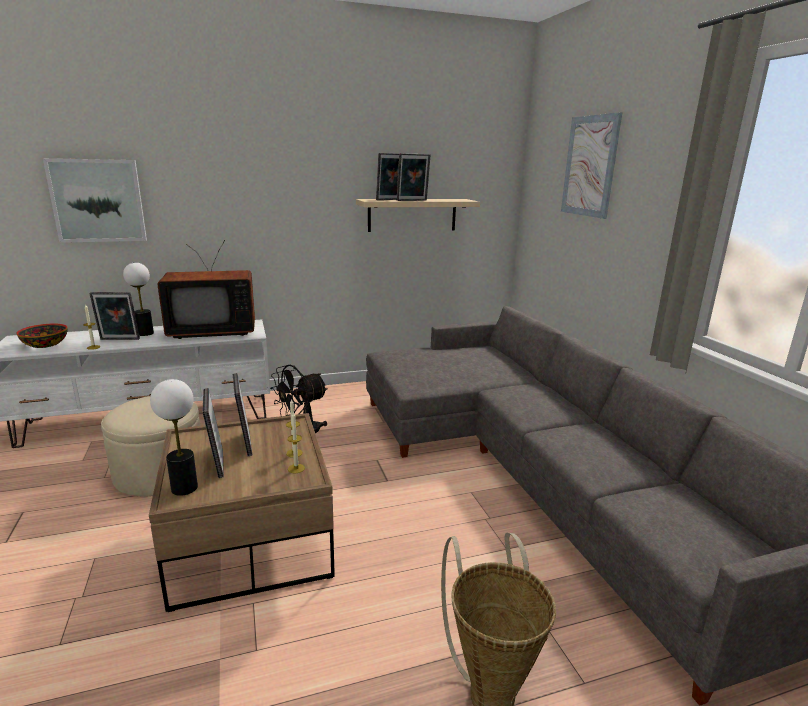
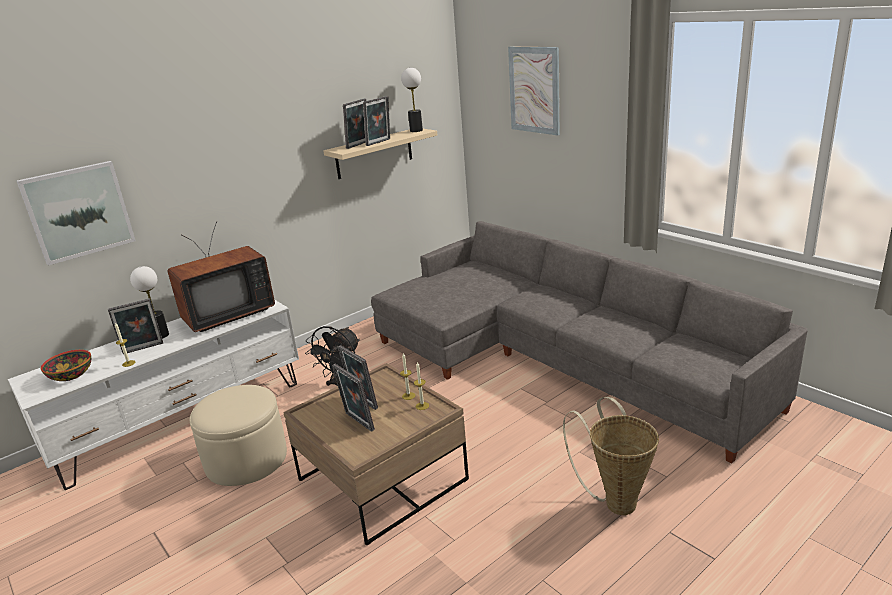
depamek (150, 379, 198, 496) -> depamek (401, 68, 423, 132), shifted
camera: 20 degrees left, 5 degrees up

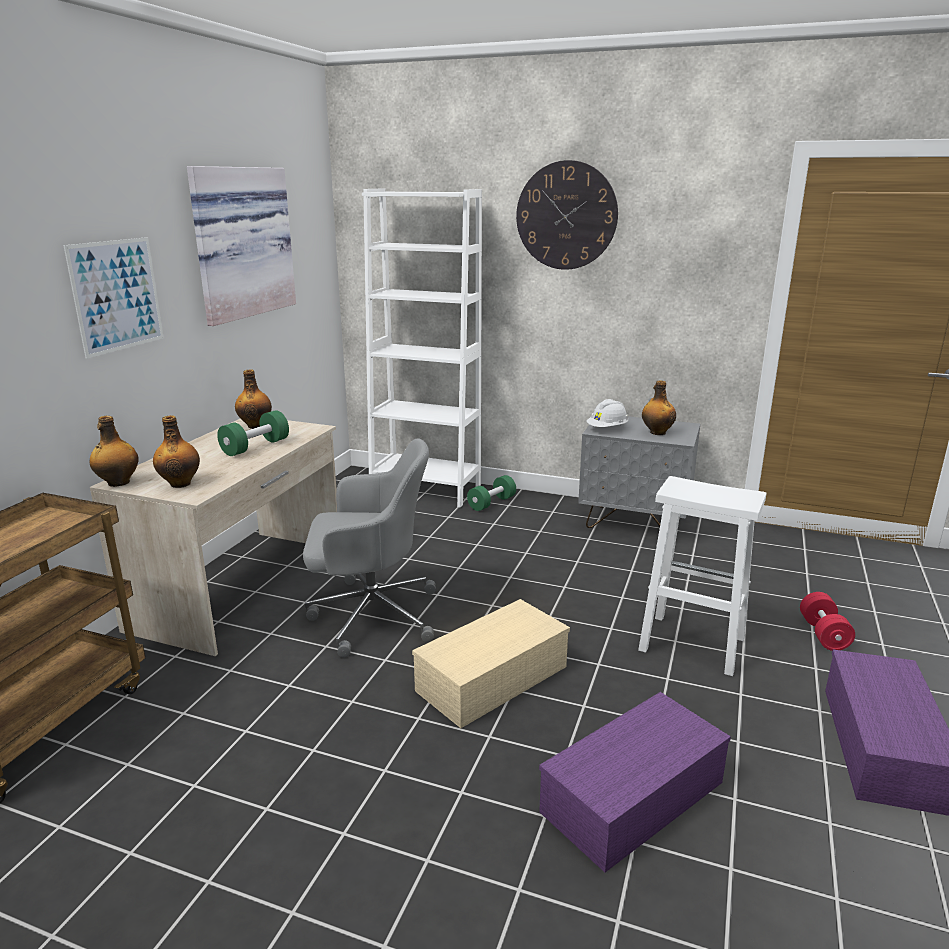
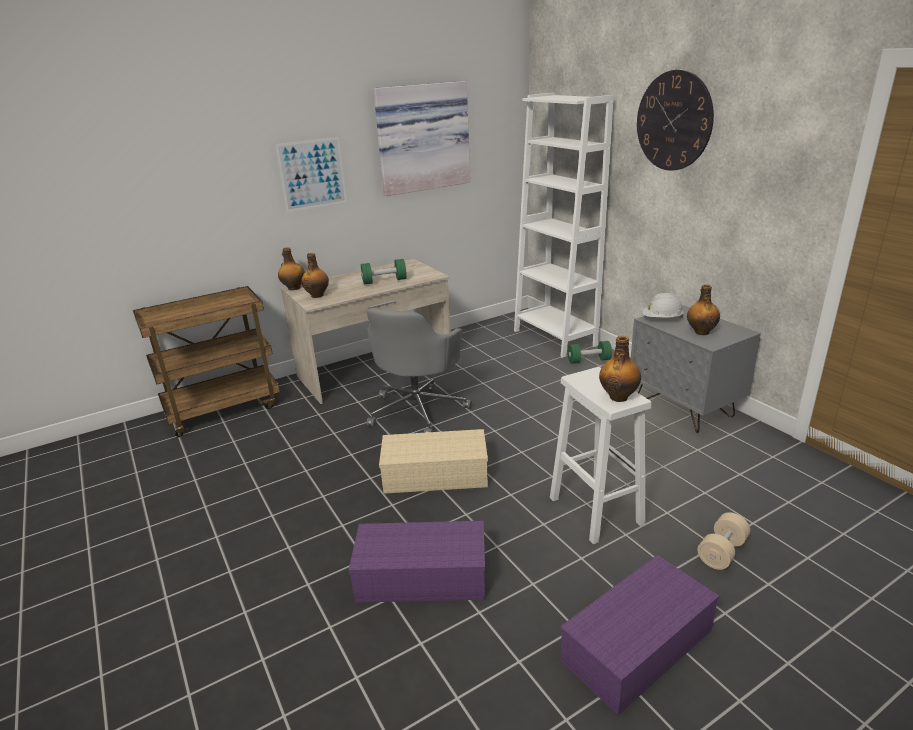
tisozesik (235, 369, 272, 429) -> tisozesik (599, 336, 641, 402), shifted
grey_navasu (303, 438, 436, 658) -> grey_navasu (366, 308, 472, 433), 75 degrees clockwise
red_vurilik (800, 592, 855, 651) -> beige_vurilik (698, 512, 750, 570)
camera: 40 degrees right, 5 degrees up

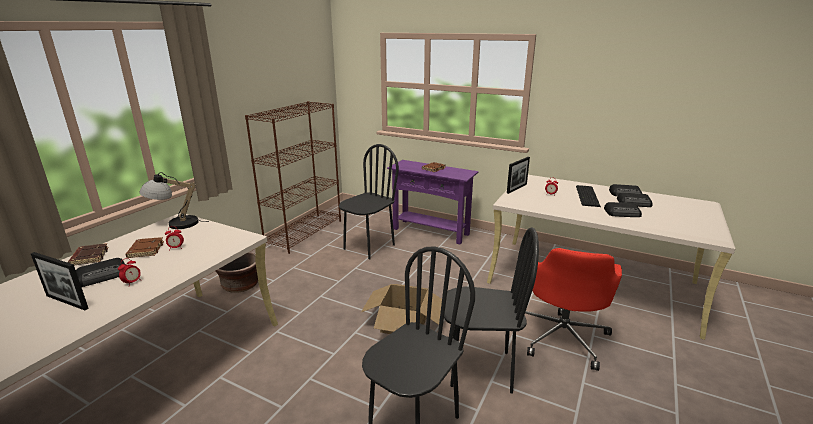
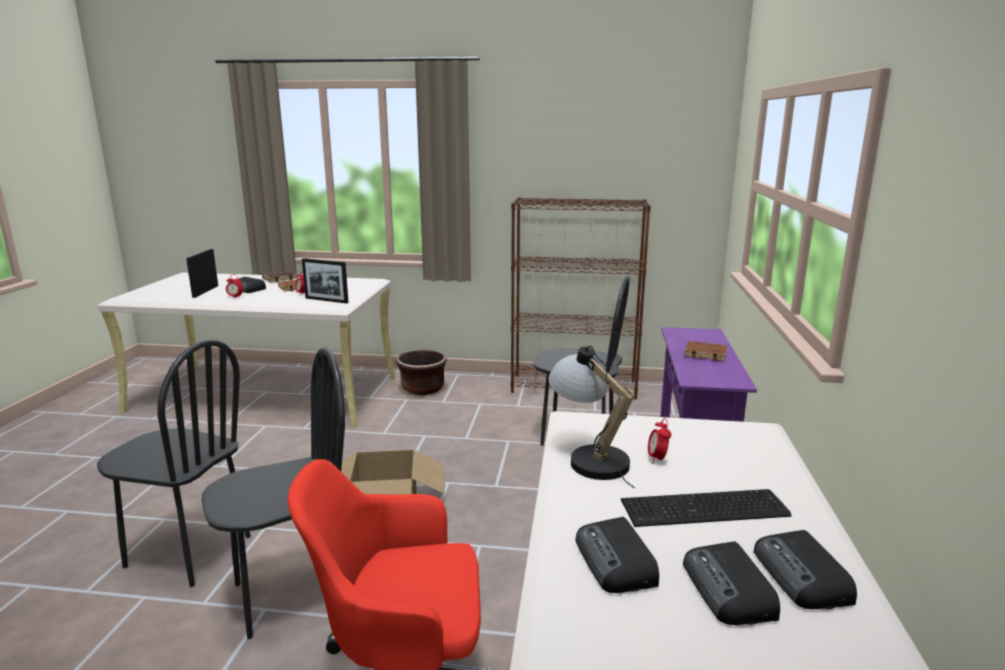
depamek (139, 172, 209, 229) -> depamek (548, 345, 635, 488), shifted
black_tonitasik (444, 227, 539, 394) -> black_tonitasik (202, 348, 345, 639), 105 degrees counterclockwise
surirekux (507, 157, 530, 194) -> surirekux (302, 258, 349, 303), shifted
camera: 70 degrees right, 5 degrees down

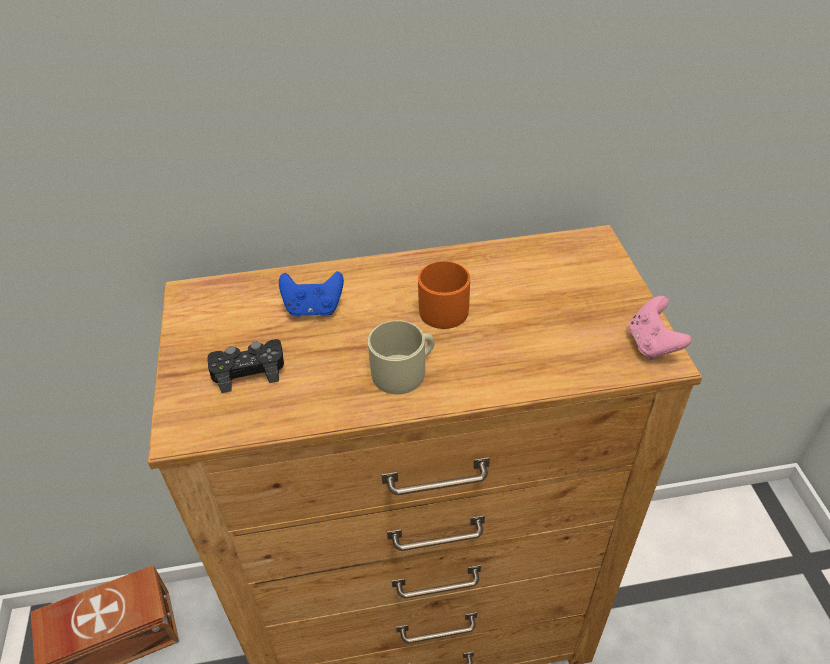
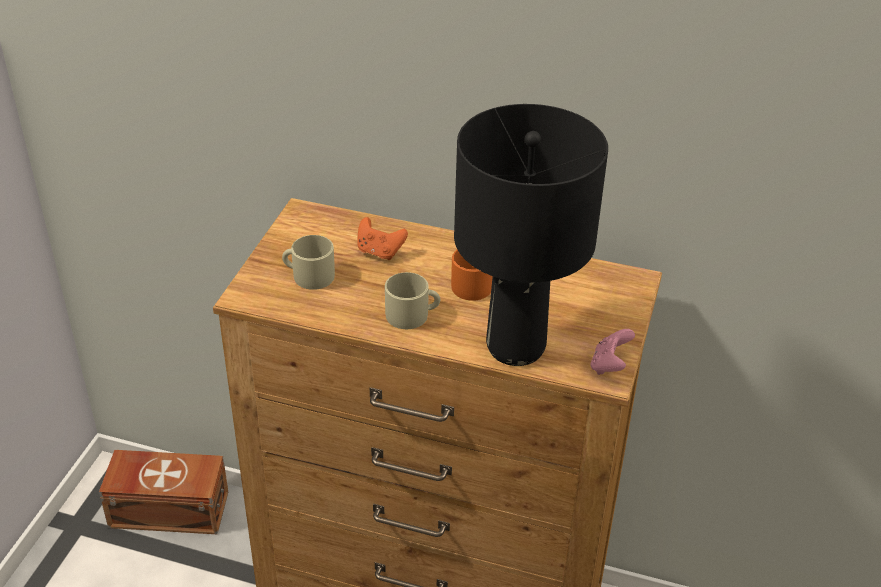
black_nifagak (207, 339, 284, 393) -> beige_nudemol (282, 235, 335, 290)
blue_nifagak (279, 271, 344, 317) -> orange_nifagak (357, 217, 408, 260)
none -> black_depamek (454, 104, 608, 366)
camera: 25 degrees right, 5 degrees down

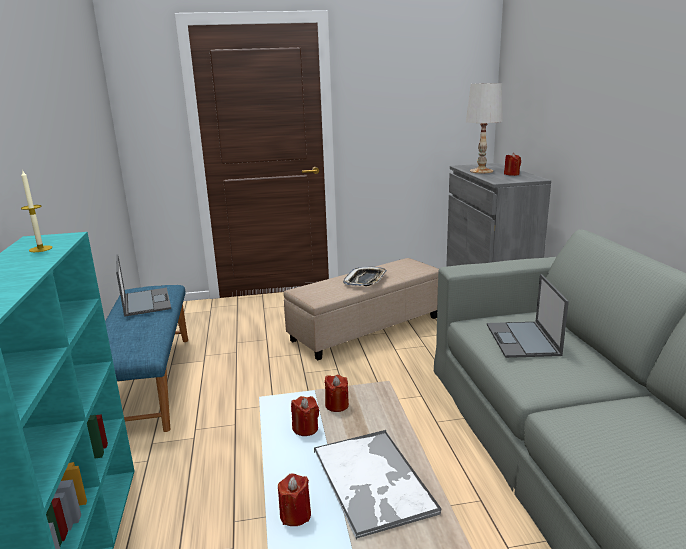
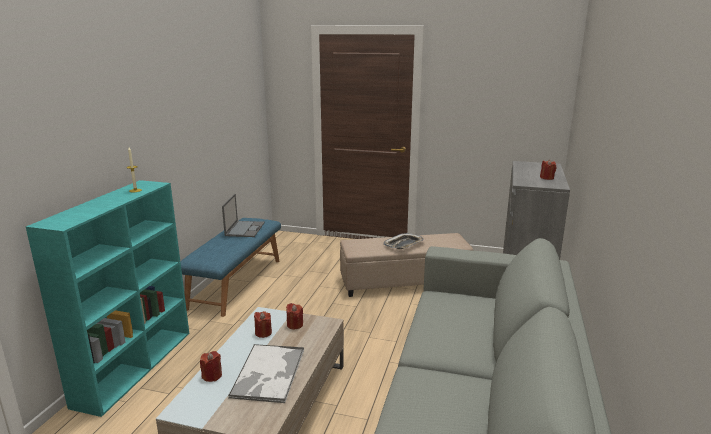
white_depamek (466, 83, 503, 173) -> none
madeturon (487, 274, 569, 358) -> none
camera: 25 degrees right, 0 degrees up

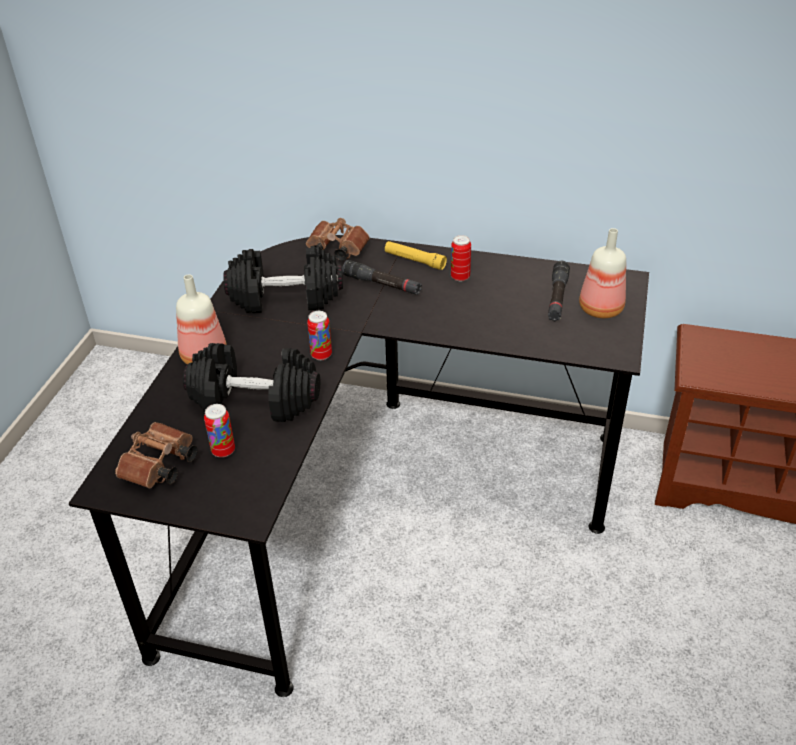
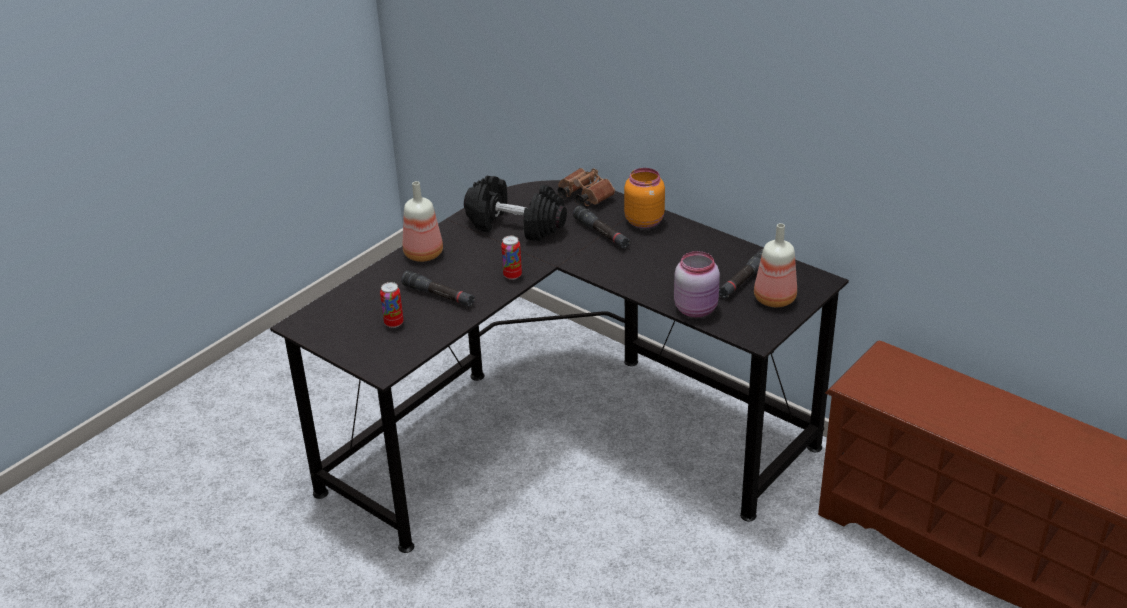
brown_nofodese (115, 422, 198, 488) -> none
black_vurilik (183, 343, 320, 422) -> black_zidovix (401, 271, 475, 307)
yellow_zidovix (385, 241, 447, 270) -> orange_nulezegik (624, 168, 665, 228)
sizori (451, 235, 471, 282) -> none
none -> pink_nulezegik (674, 251, 720, 317)
camera: 25 degrees right, 5 degrees down

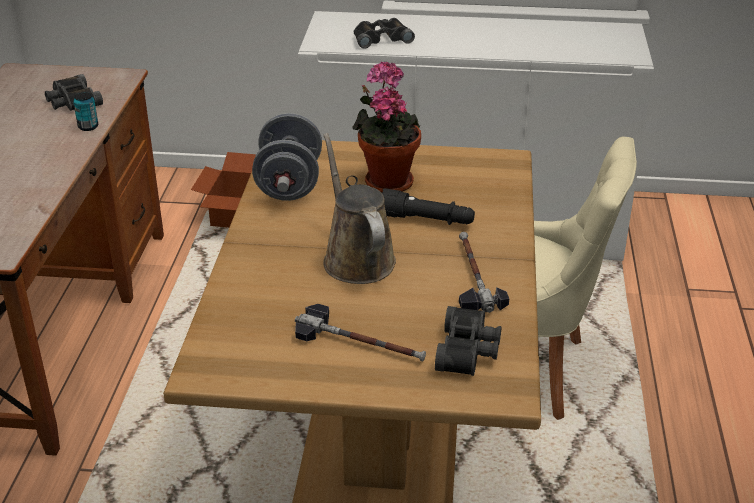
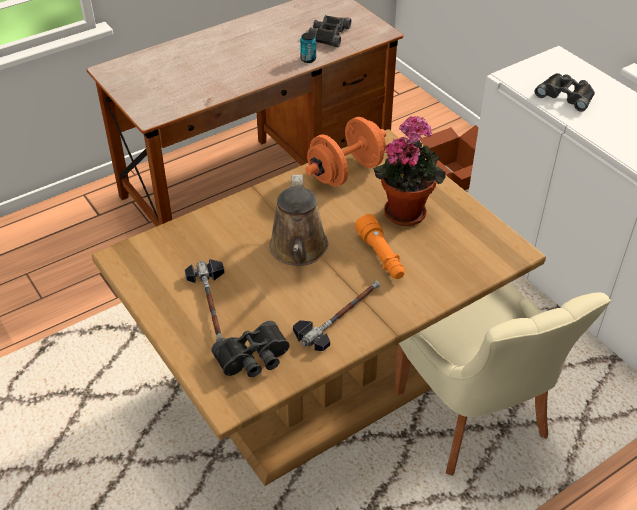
grey_vurilik (252, 113, 322, 201) -> orange_vurilik (305, 117, 386, 187)
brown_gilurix (323, 133, 396, 284) -> brown_gilurix (269, 174, 328, 266), 150 degrees clockwise
black_zidovix (382, 188, 475, 225) -> orange_zidovix (355, 214, 405, 279)
camera: 50 degrees right, 10 degrees up

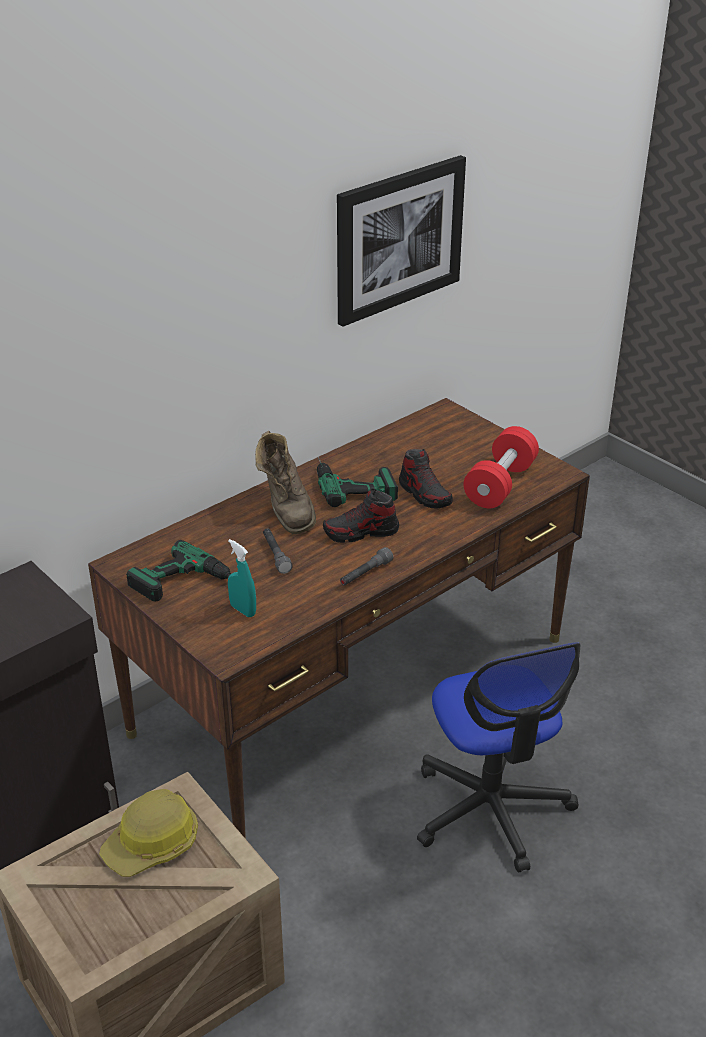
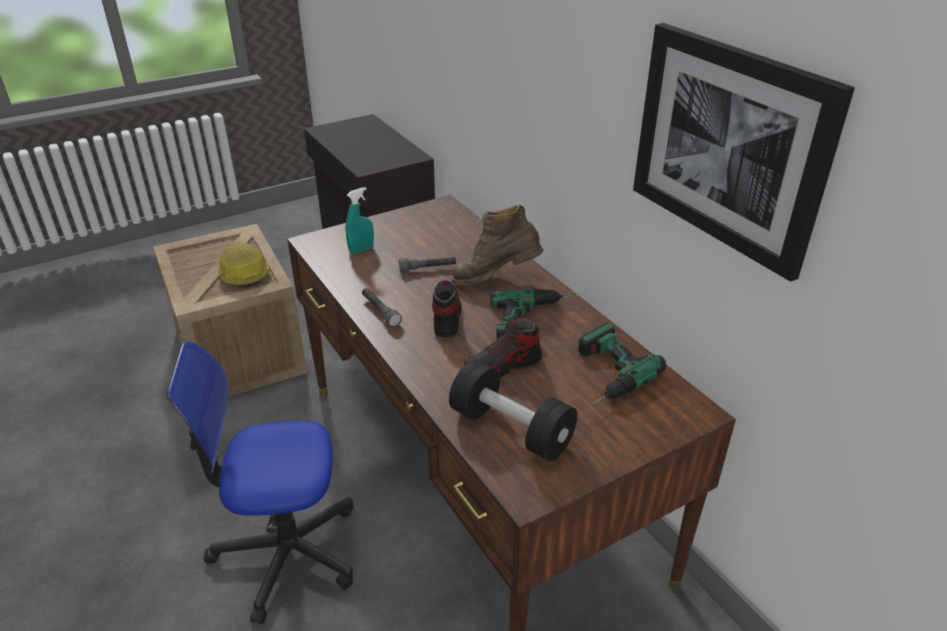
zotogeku (126, 540, 231, 602) -> zotogeku (578, 323, 666, 404), shifted
red_vurilik (463, 426, 539, 508) -> black_vurilik (449, 360, 578, 461)
camera: 100 degrees right, 0 degrees up

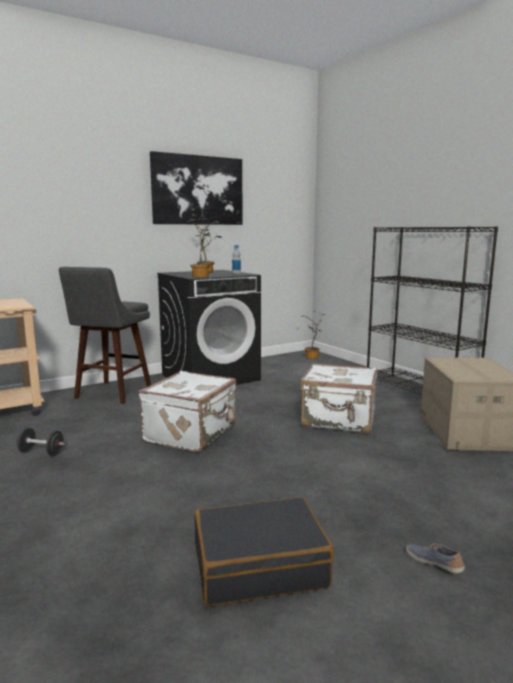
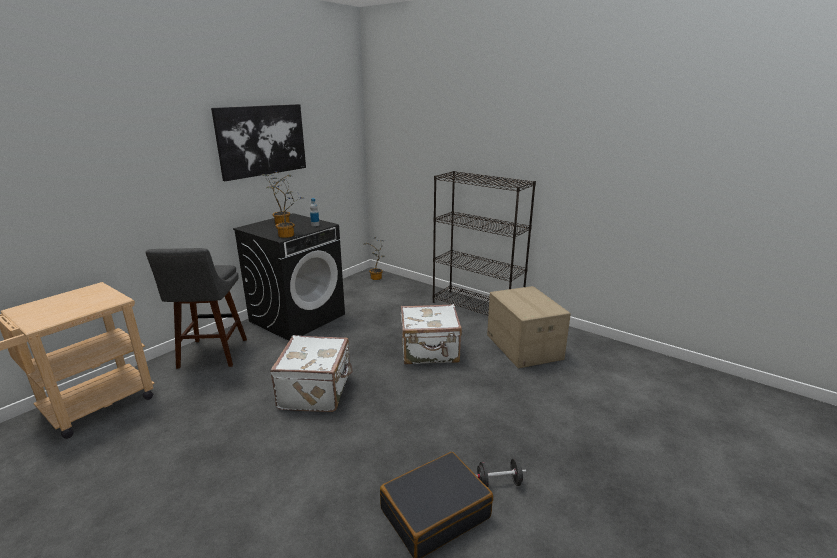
black_vurilik (17, 428, 65, 456) -> black_vurilik (476, 458, 526, 487), shifted
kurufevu (406, 543, 465, 573) -> none
camera: 20 degrees left, 10 degrees up

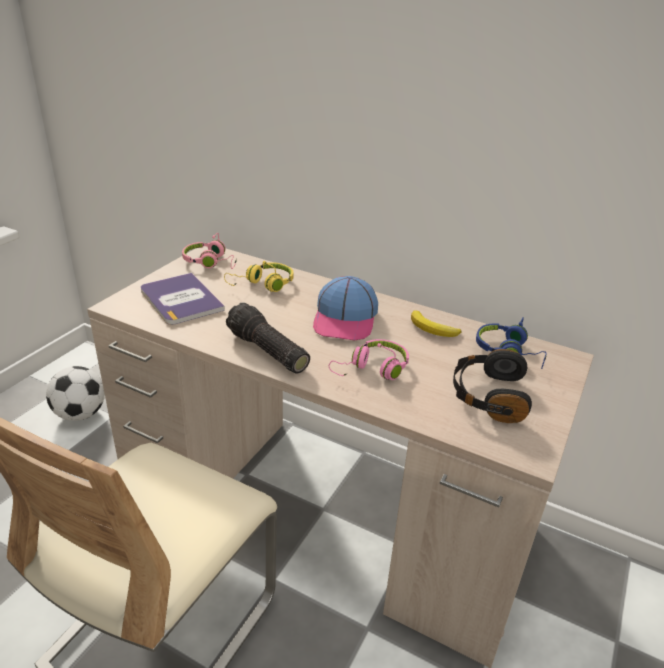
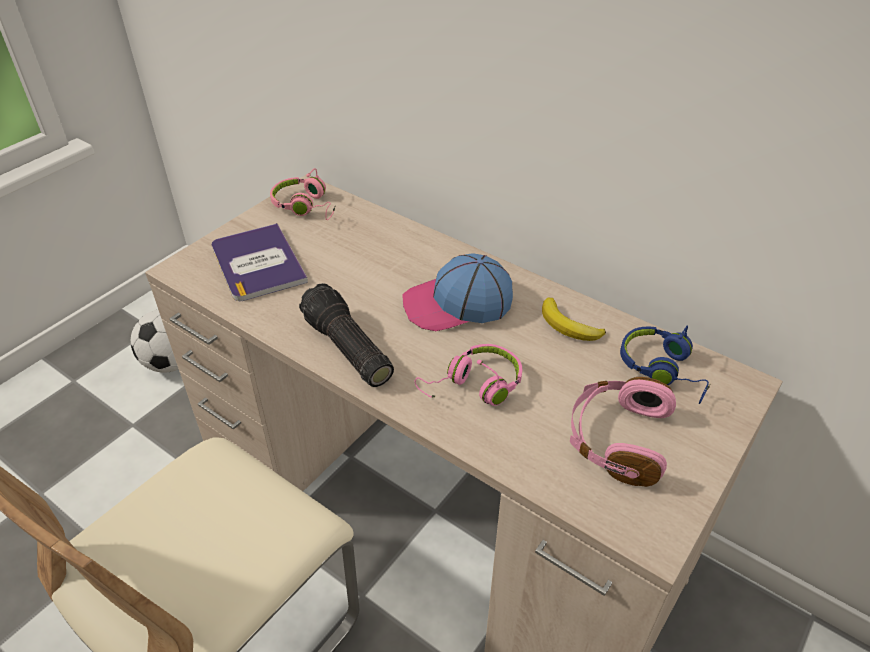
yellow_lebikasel (224, 261, 294, 292) -> none
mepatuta (313, 276, 378, 340) -> mepatuta (402, 254, 513, 331), 60 degrees clockwise
black_lebikasel (453, 349, 532, 423) -> pink_lebikasel (570, 377, 676, 487)
camera: 10 degrees right, 10 degrees up

